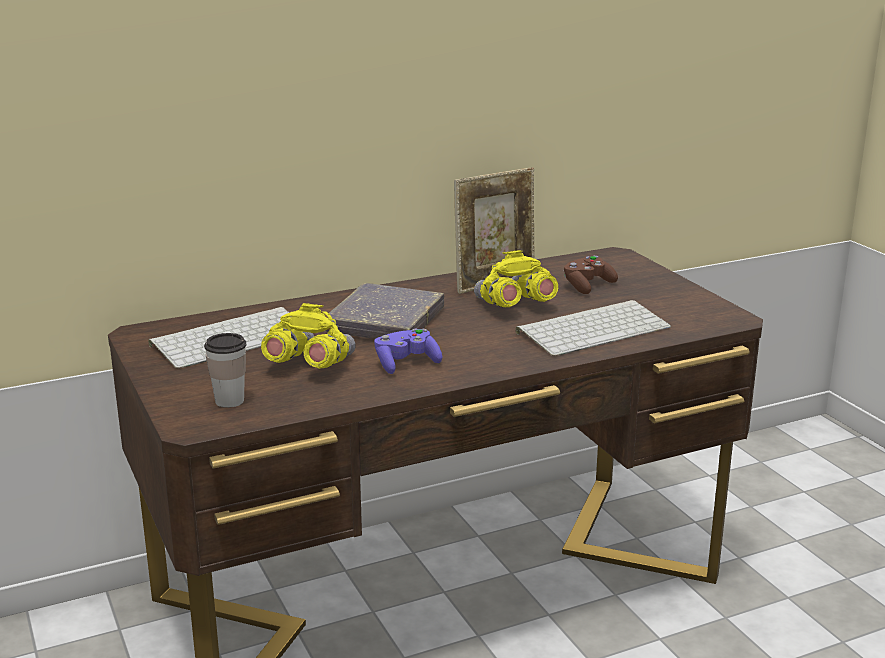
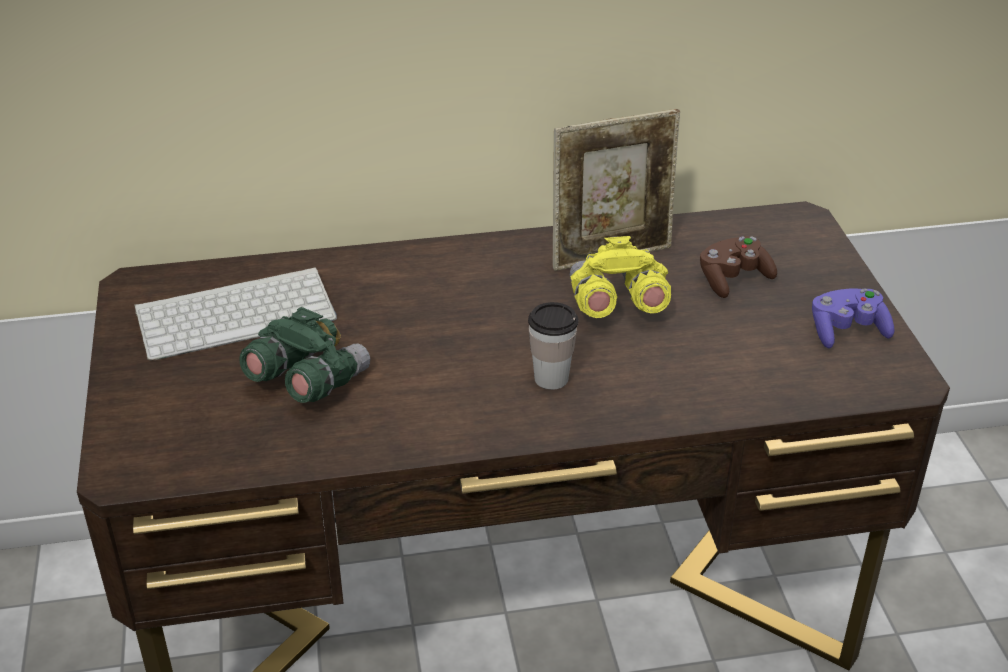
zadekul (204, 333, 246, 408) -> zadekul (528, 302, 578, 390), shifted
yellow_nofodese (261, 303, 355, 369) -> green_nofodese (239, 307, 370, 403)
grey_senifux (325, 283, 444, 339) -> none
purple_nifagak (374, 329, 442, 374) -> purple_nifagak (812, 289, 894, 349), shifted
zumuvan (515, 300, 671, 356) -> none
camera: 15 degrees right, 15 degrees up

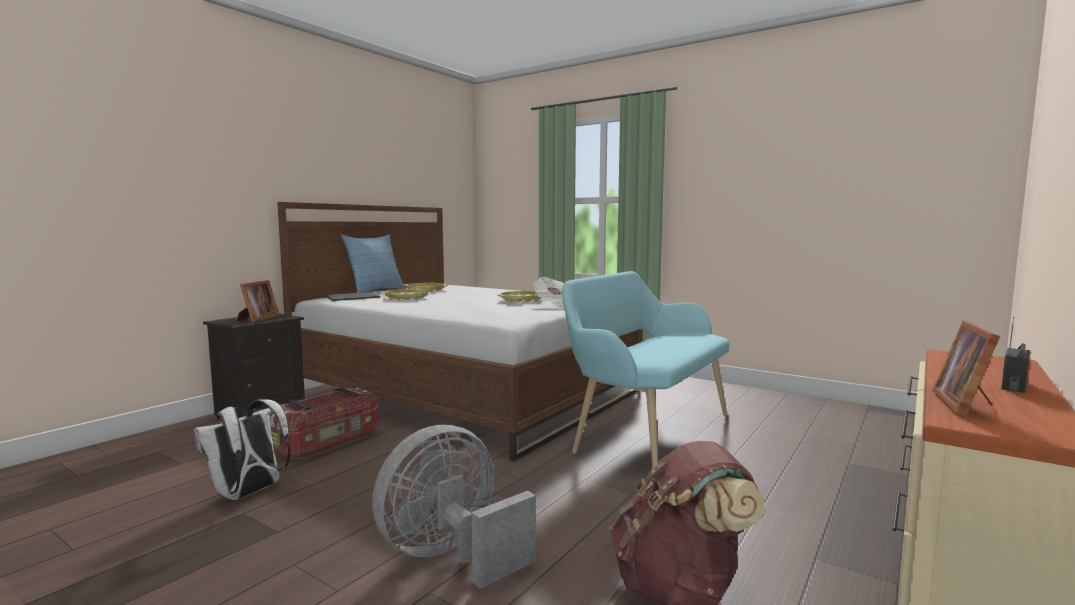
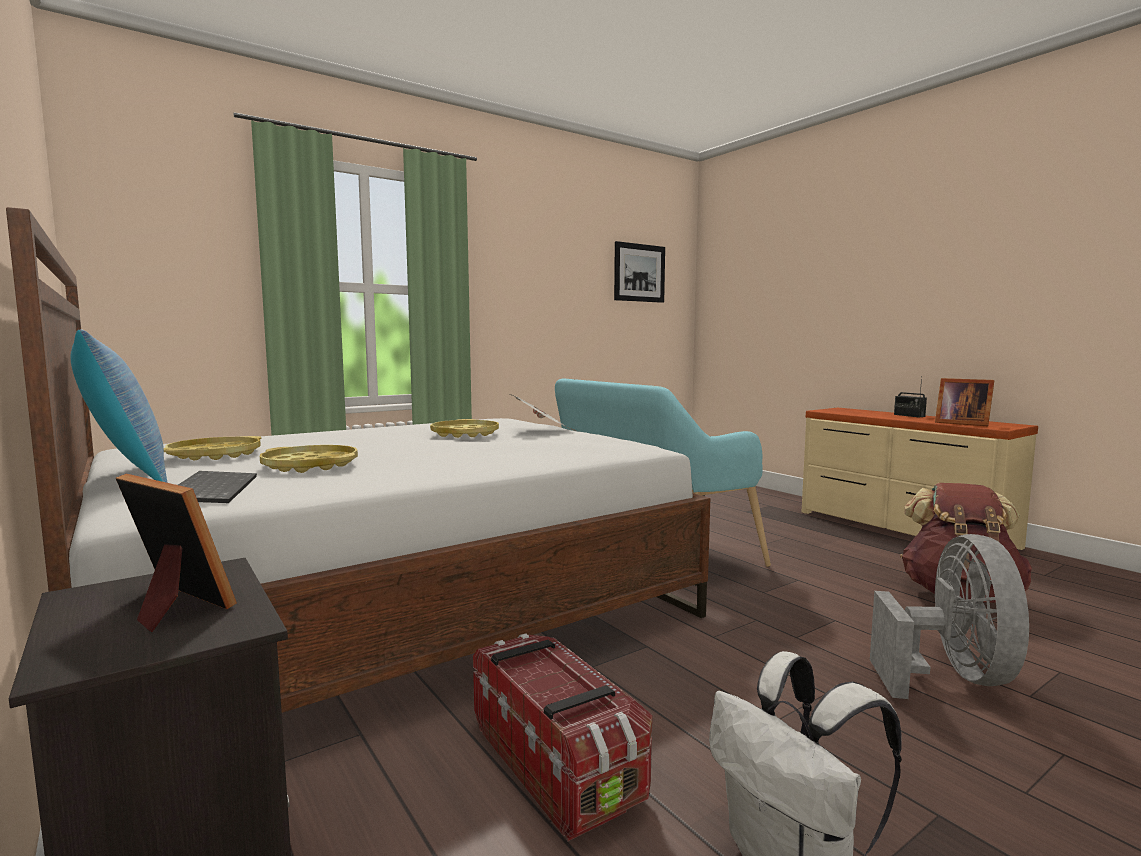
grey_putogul (372, 425, 536, 589) -> grey_putogul (870, 534, 1029, 699), 150 degrees counterclockwise
none -> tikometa (614, 241, 665, 303)
camera: 70 degrees left, 0 degrees up

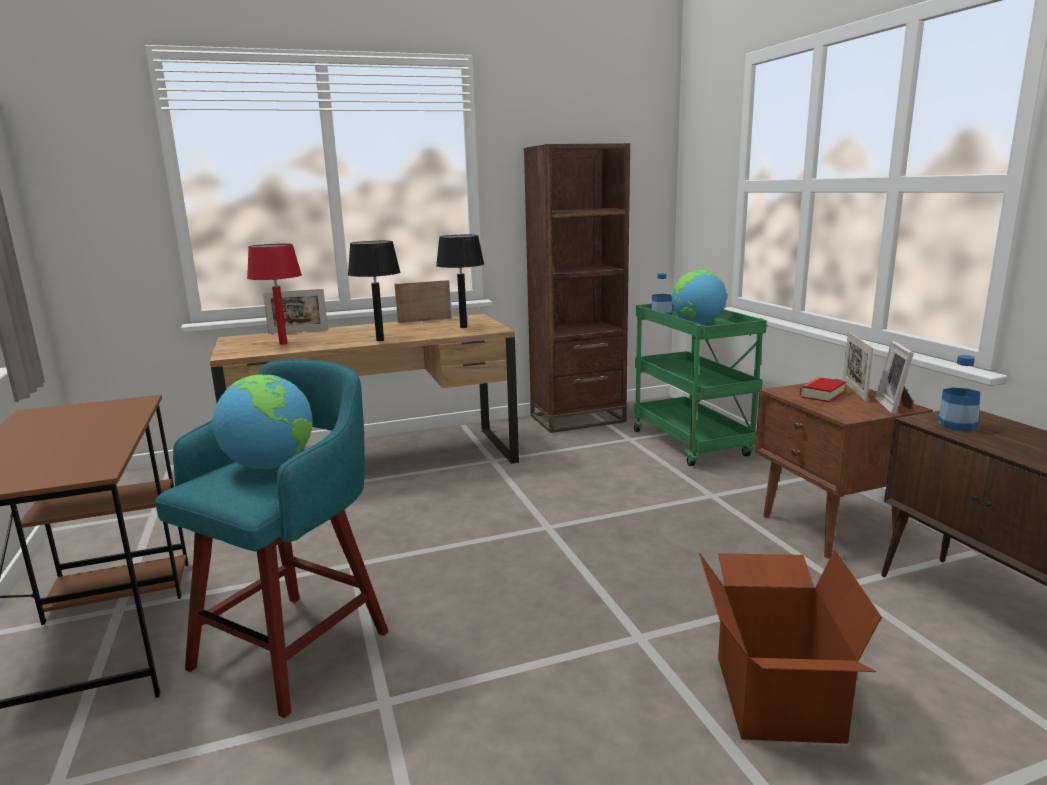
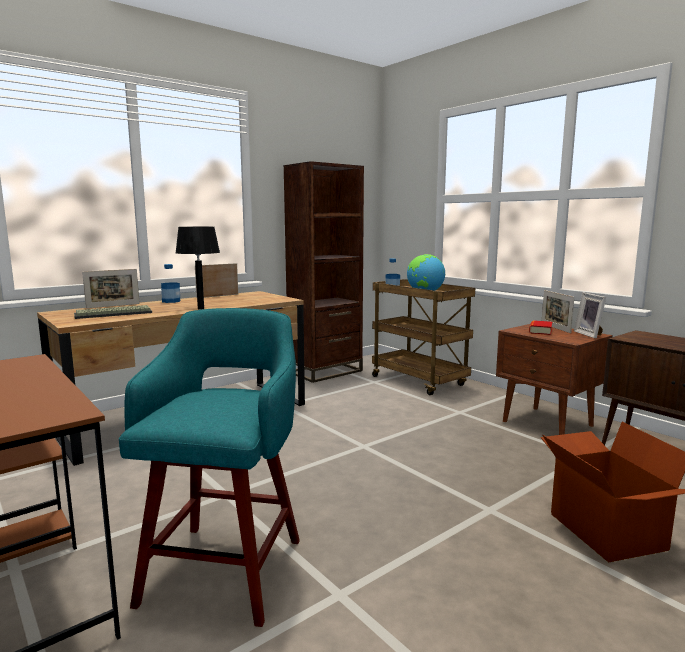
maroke (213, 375, 313, 469) -> none
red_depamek (247, 244, 302, 345) -> zumuvan (74, 305, 152, 319)
black_depamek (436, 234, 484, 328) -> none
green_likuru (634, 304, 767, 466) -> brown_likuru (372, 279, 475, 395)
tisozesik (938, 355, 980, 431) -> tisozesik (161, 264, 180, 303), shifted
camera: 20 degrees left, 5 degrees down

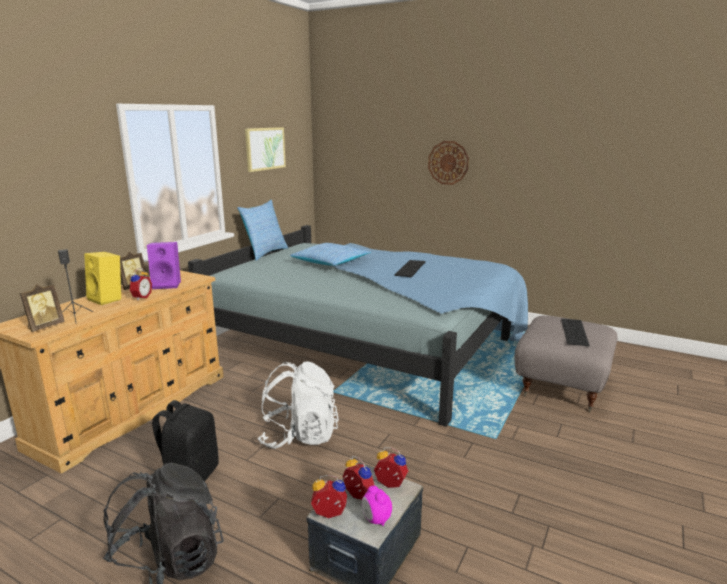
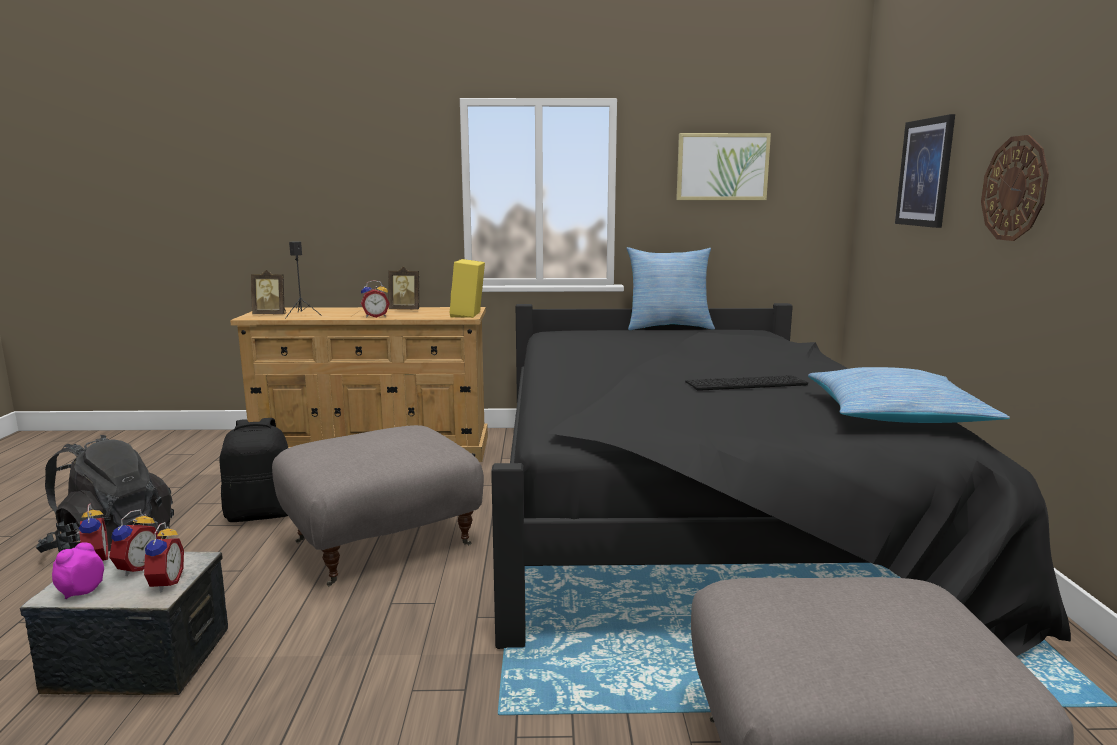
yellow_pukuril (84, 252, 121, 305) -> yellow_pukuril (449, 259, 485, 318), shifted
purple_pukuril (147, 242, 181, 289) -> none
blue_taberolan (188, 225, 528, 427) -> black_taberolan (491, 303, 1071, 657)
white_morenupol (258, 361, 339, 449) -> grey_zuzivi (272, 425, 484, 586)
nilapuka (290, 243, 371, 266) -> nilapuka (808, 367, 1010, 423), shifted
zumuvan (561, 318, 590, 346) -> none
none -> tikometa (895, 114, 955, 228)
camera: 60 degrees right, 5 degrees down

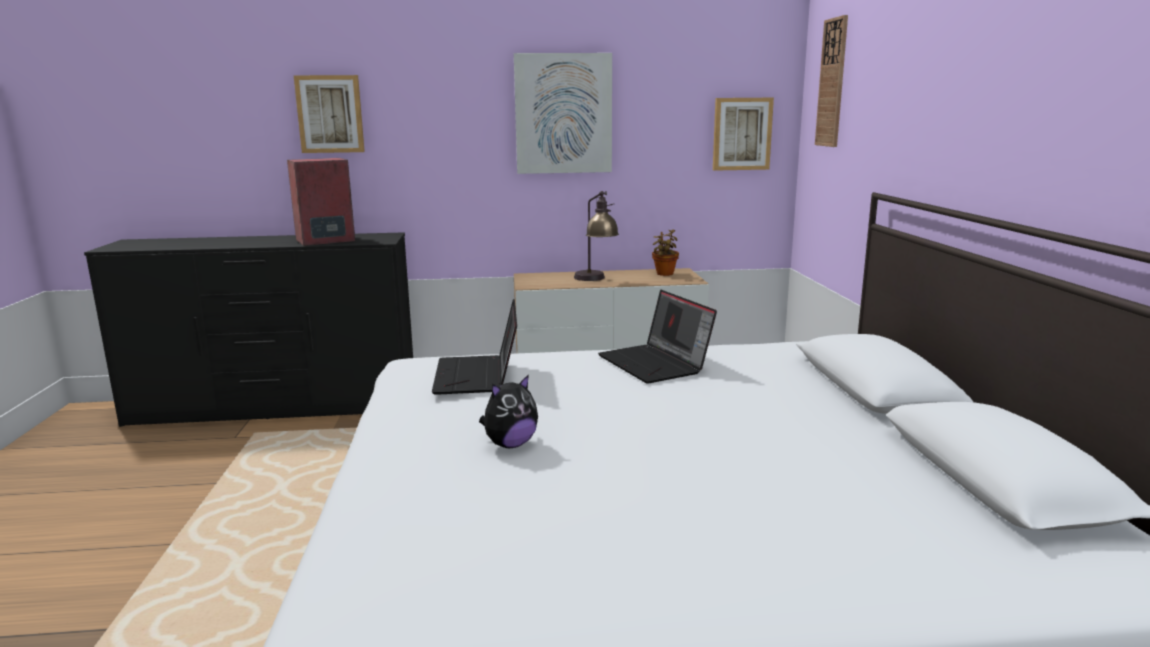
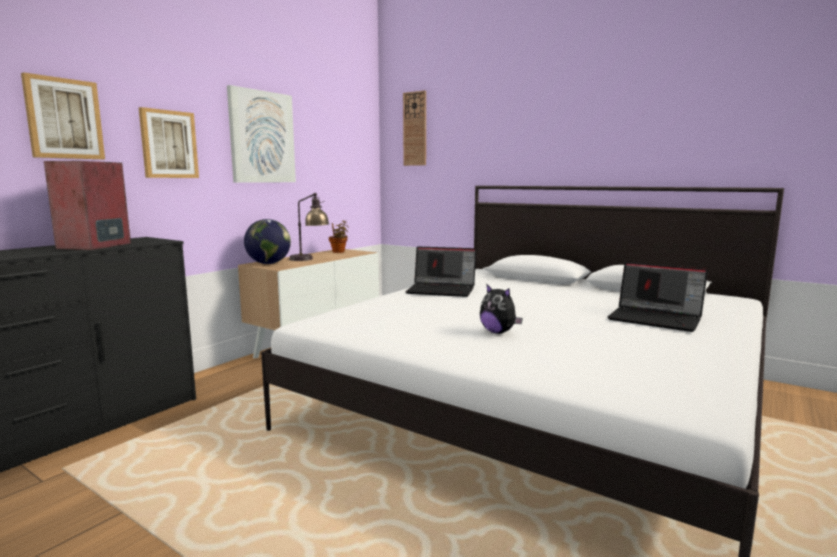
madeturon (432, 299, 517, 395) -> madeturon (607, 262, 708, 332), shifted
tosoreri (479, 374, 538, 448) -> tosoreri (480, 283, 523, 334), 135 degrees clockwise
tikometa (713, 98, 774, 171) -> tikometa (139, 107, 199, 178), shifted
none -> maroke (244, 219, 291, 264)
camera: 50 degrees left, 5 degrees down

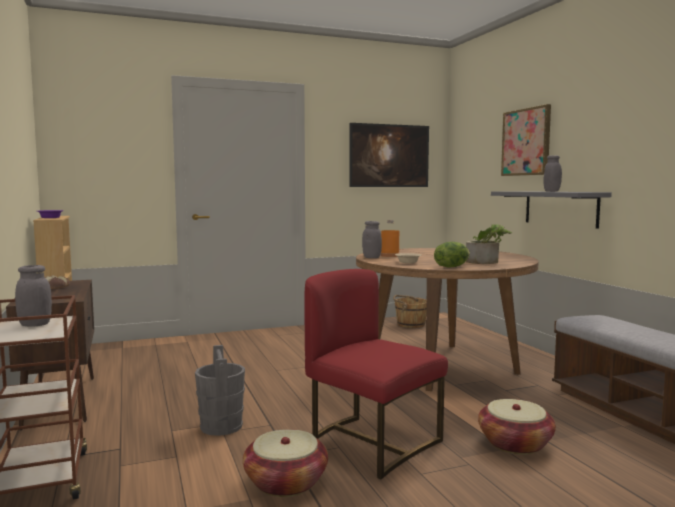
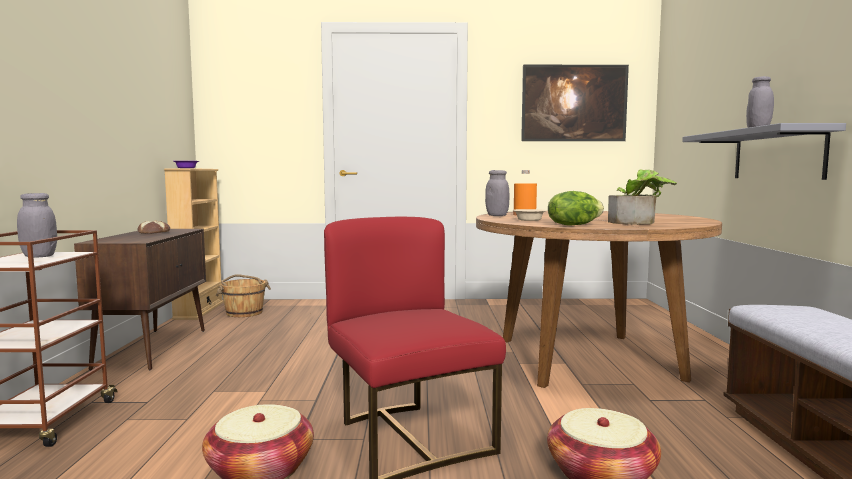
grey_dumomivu (195, 345, 245, 436) -> none
brown_dumomivu (393, 295, 427, 328) -> brown_dumomivu (216, 274, 271, 317), shifted
tikometa (501, 104, 551, 176) -> none
camera: 20 degrees right, 0 degrees up

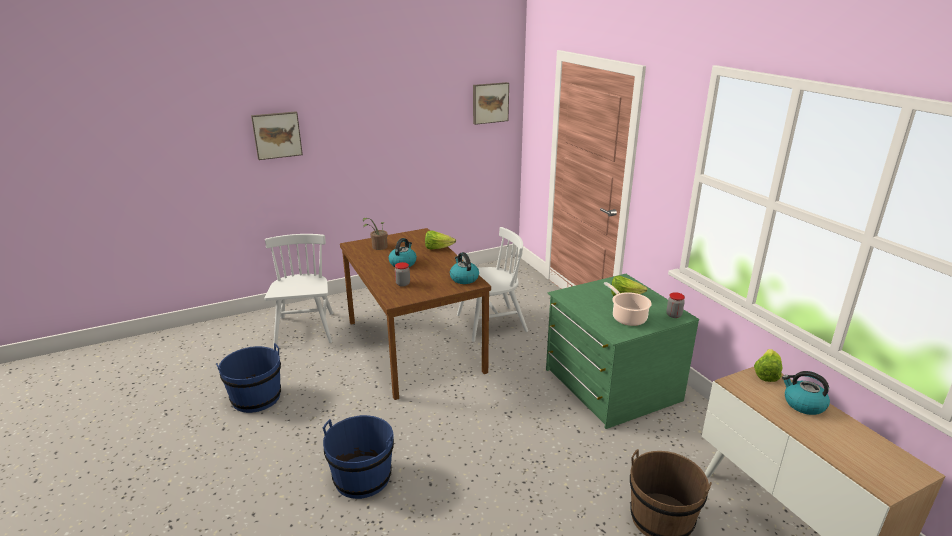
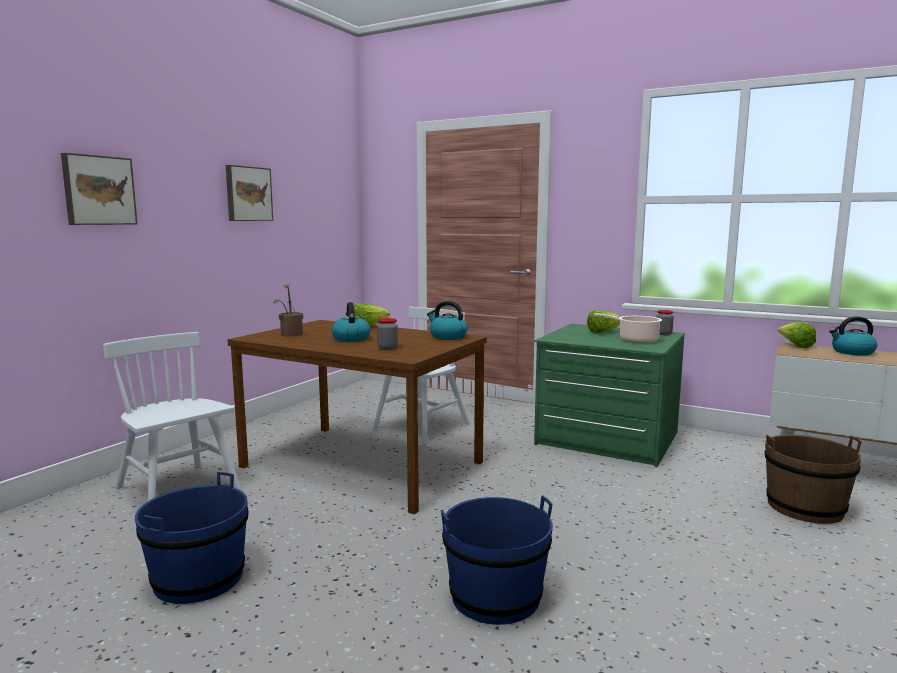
tikometa (473, 82, 509, 125) -> tikometa (226, 165, 273, 221), shifted
camera: 35 degrees left, 15 degrees down

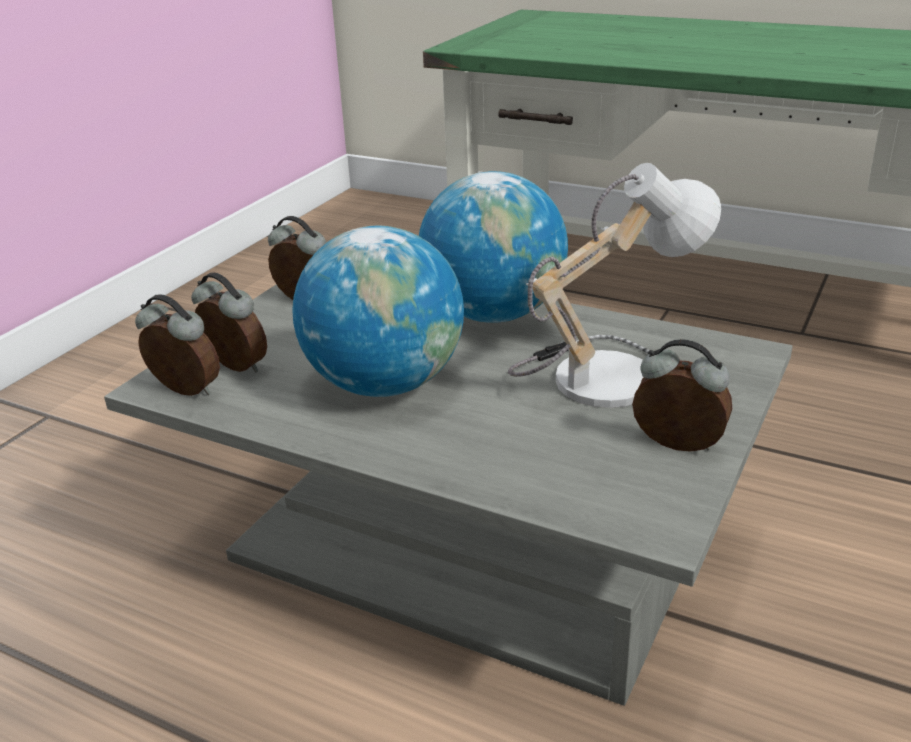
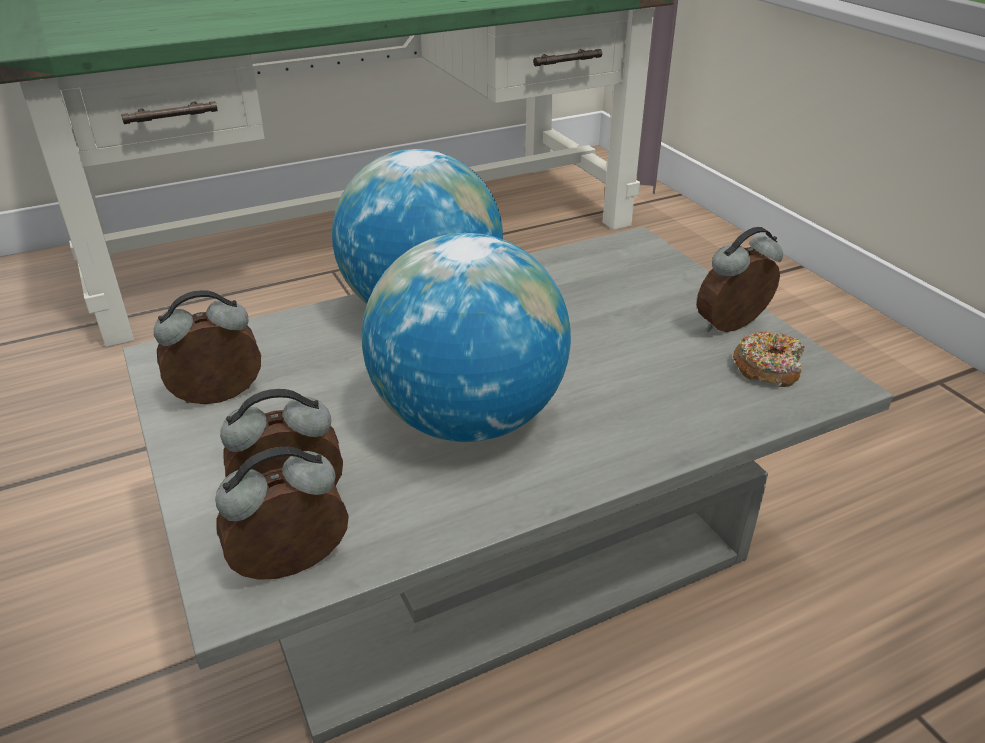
depamek (508, 163, 721, 408) -> none
none -> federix (733, 332, 805, 387)
camera: 55 degrees left, 5 degrees up

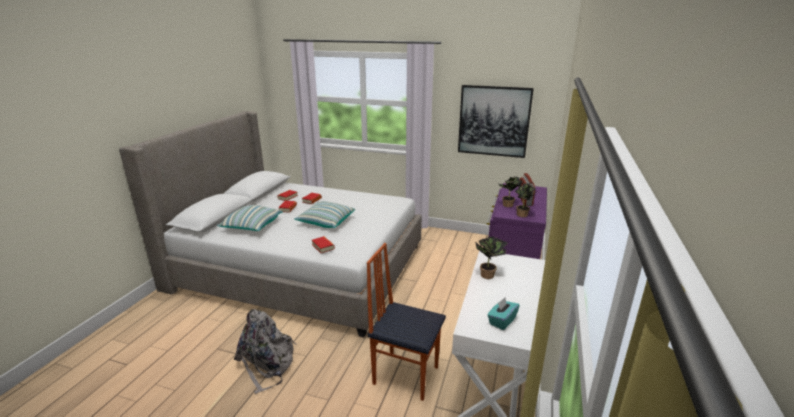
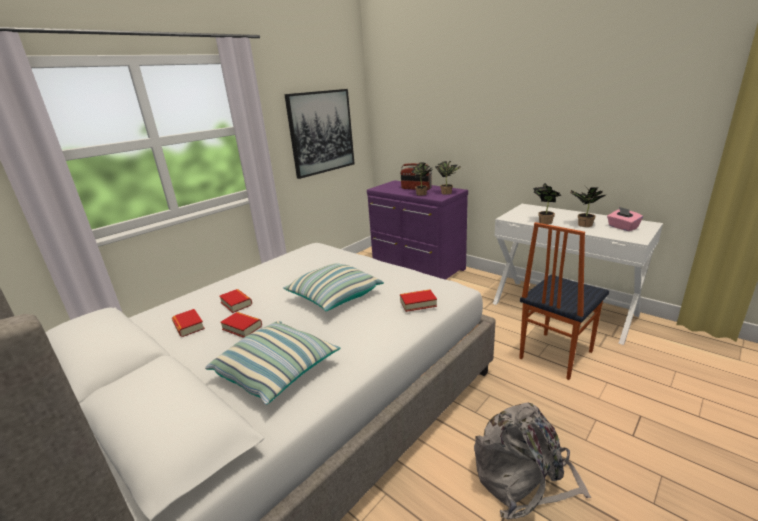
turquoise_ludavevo (487, 298, 520, 330) -> pink_ludavevo (607, 207, 643, 231)
none -> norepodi (571, 186, 607, 227)
camera: 65 degrees left, 0 degrees up

